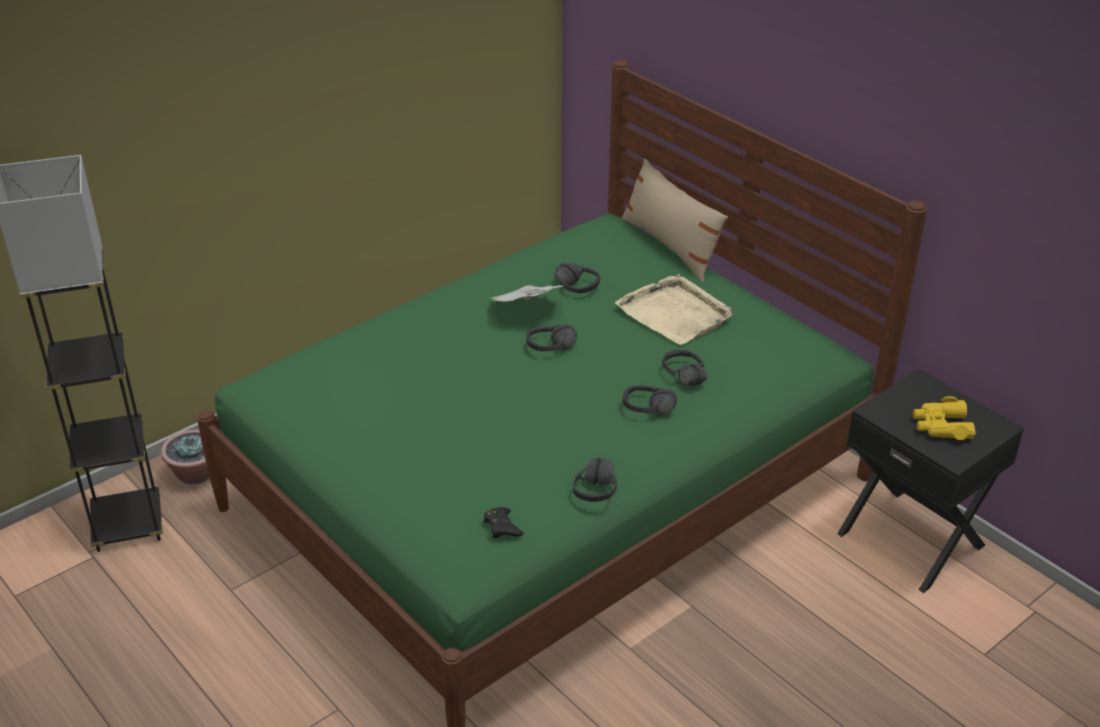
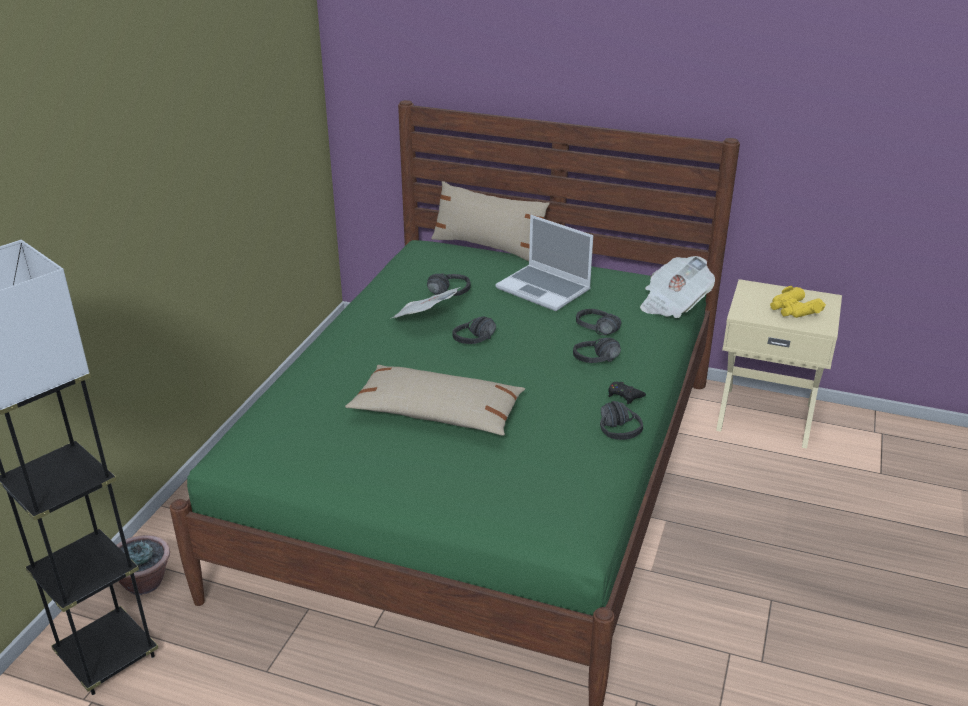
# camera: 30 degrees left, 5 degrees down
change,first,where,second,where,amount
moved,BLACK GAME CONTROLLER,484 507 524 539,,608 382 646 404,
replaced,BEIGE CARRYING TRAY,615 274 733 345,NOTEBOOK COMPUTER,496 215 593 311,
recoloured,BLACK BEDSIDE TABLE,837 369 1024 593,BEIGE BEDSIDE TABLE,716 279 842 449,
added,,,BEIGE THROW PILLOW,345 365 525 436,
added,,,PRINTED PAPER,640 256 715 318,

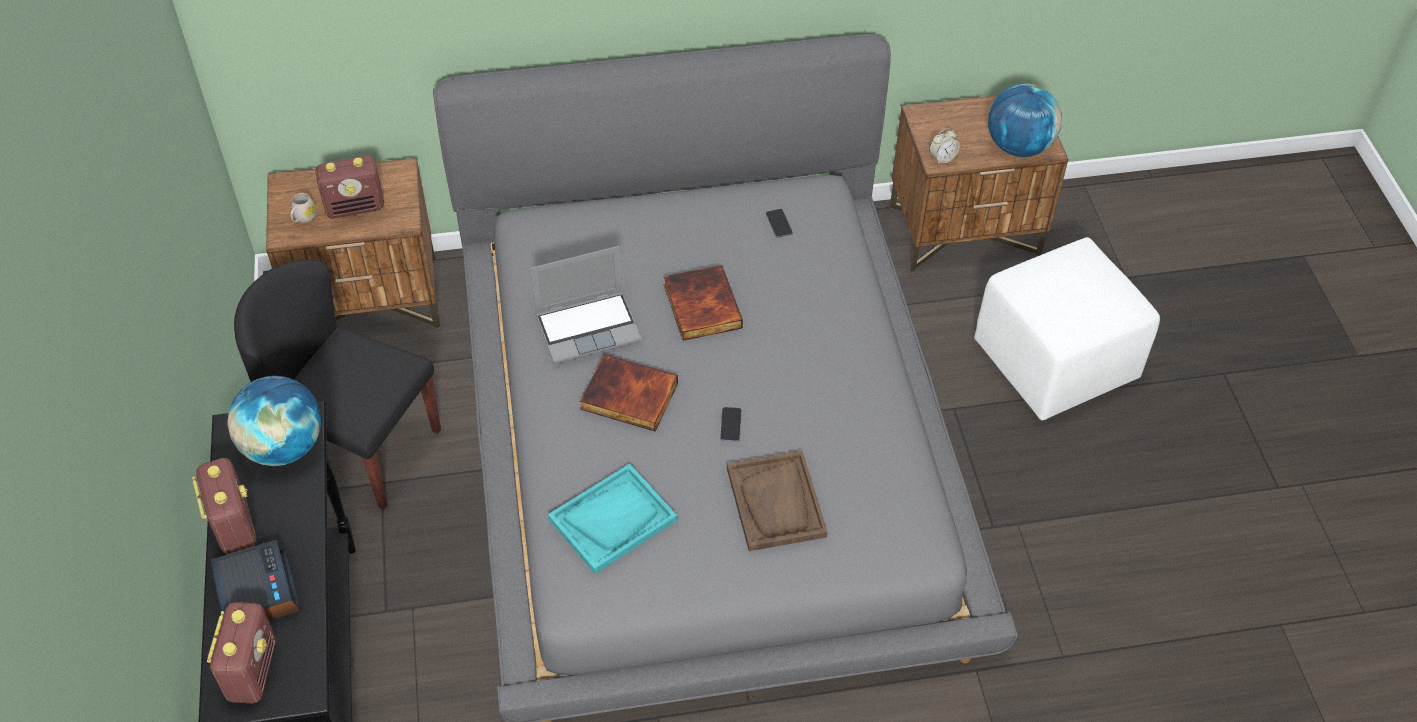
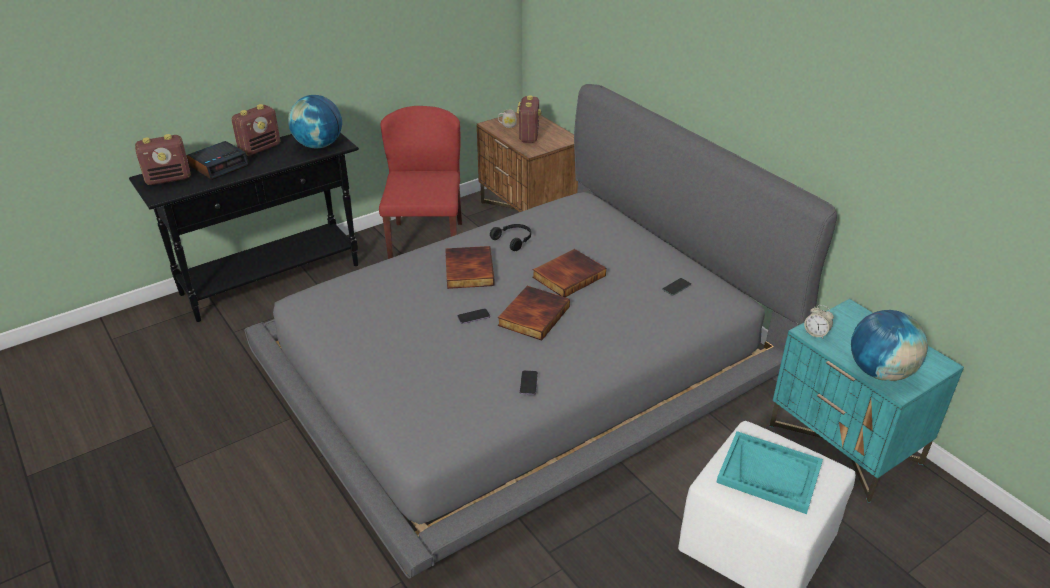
# camera: 65 degrees right, 15 degrees down
change,first,where,second,where,amount
recoloured,BLACK PLAIN CHAIR,234 260 441 510,RED-COLOURED PLAIN CHAIR,379 106 462 259,
turned,RADIO SET,316 156 384 219,,517 95 542 143,135 degrees counterclockwise
replaced,NOTEBOOK COMPUTER,530 246 642 364,BLACK PAIR OF HEADPHONES,490 224 531 251,
moved,TURQUOISE CARRYING TRAY,548 464 677 574,,716 431 823 514,
removed,BROWNISH CARRYING TRAY,727 450 828 551,,,
recoloured,BROWNISH BEDSIDE TABLE,890 95 1068 272,TURQUOISE BEDSIDE TABLE,769 299 964 502,
added,,,BOOK,498 286 570 341,
added,,,TELEPHONE,520 370 538 395,

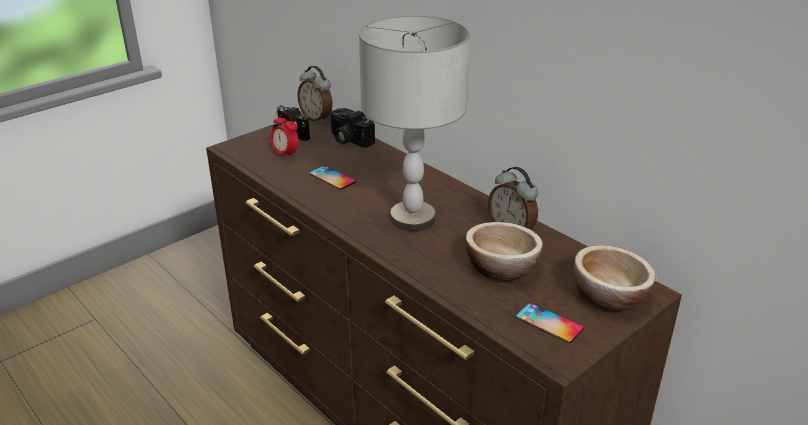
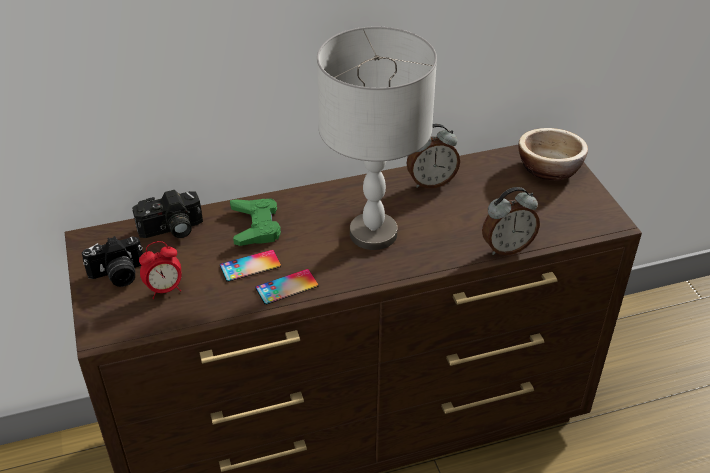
# camera: 65 degrees left, 10 degrees up
change,first,where,second,where,amount
moved,BEDSIDE CLOCK,297 66 333 124,,482 187 540 255,
removed,DEEP DISH,466 222 543 281,,,
moved,TELEPHONE,515 302 584 343,,255 269 318 305,
added,,,GREEN GAME CONTROLLER,230 198 281 246,

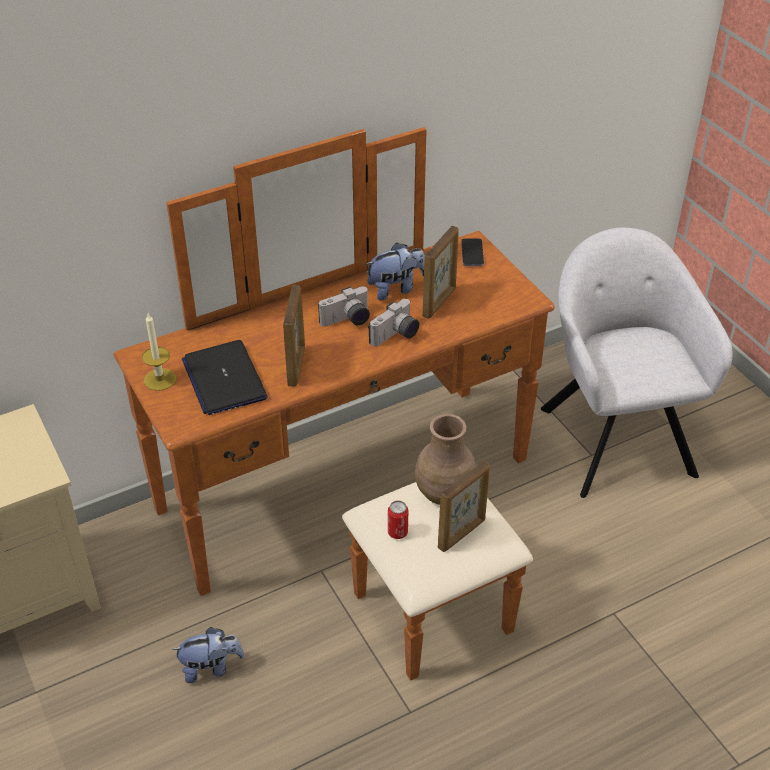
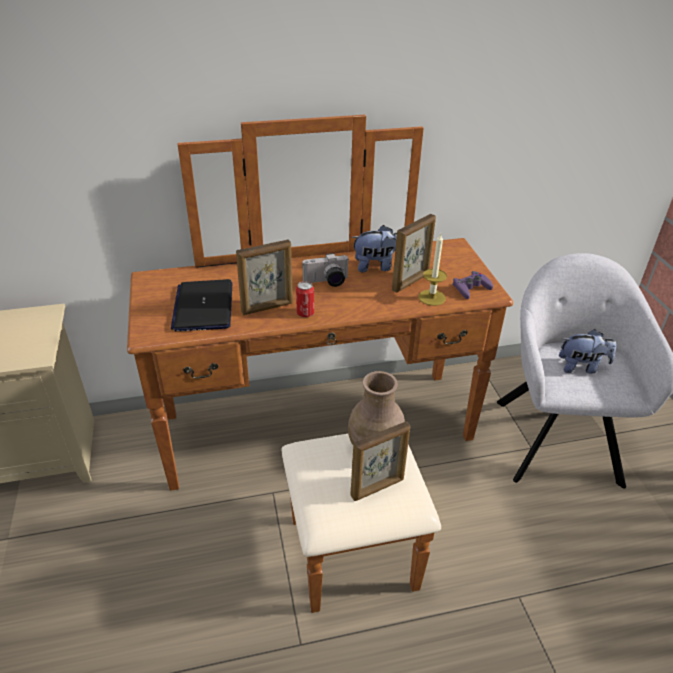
# camera: 15 degrees right, 5 degrees down
change,first,where,second,where,amount
moved,WAX CANDLE,142 314 176 391,,419 233 447 306,
moved,SOFT TOY,172 627 244 683,,559 329 616 374,
turned,PHOTO FRAME,283 285 305 387,,236 240 293 315,45 degrees clockwise
removed,PHOTO CAMERA,368 299 419 347,,,
moved,CAN,388 500 408 539,,296 281 314 317,
removed,TELEPHONE,461 238 484 266,,,
added,,,PURPLISH GAME CONTROLLER,453 271 493 299,

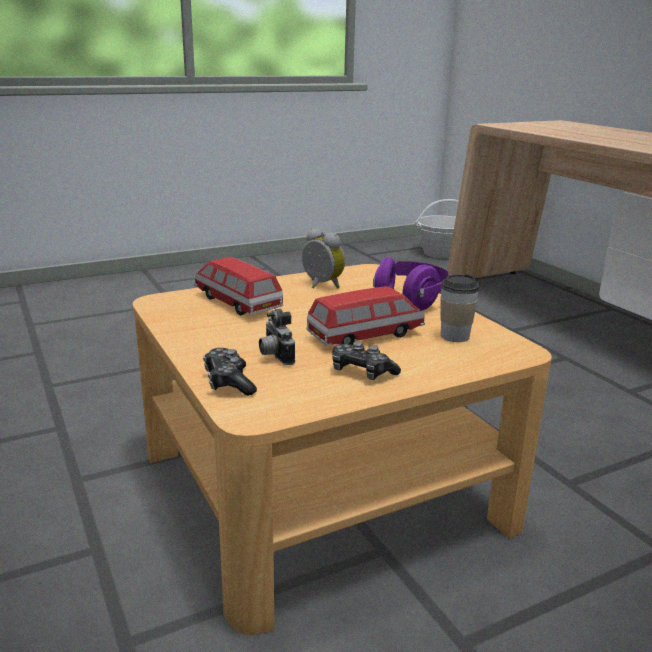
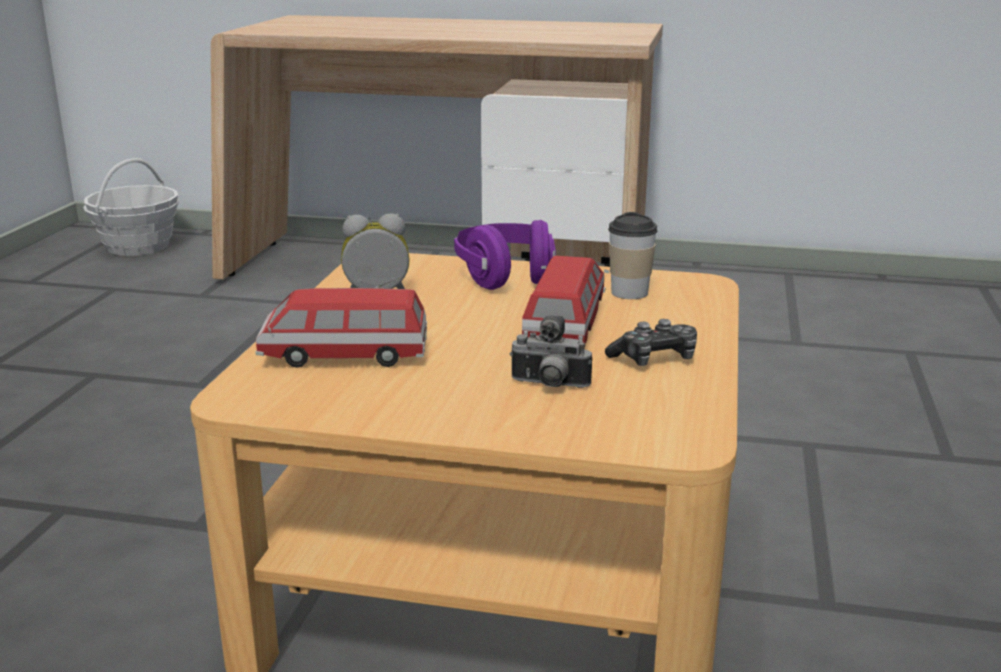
# camera: 50 degrees left, 0 degrees up
change,first,where,second,where,amount
removed,GAME CONTROLLER,203 348 257 396,,,

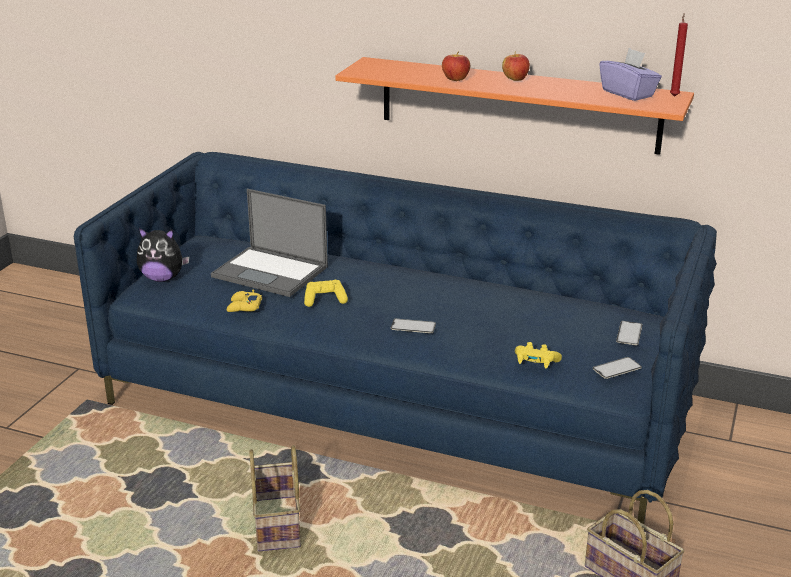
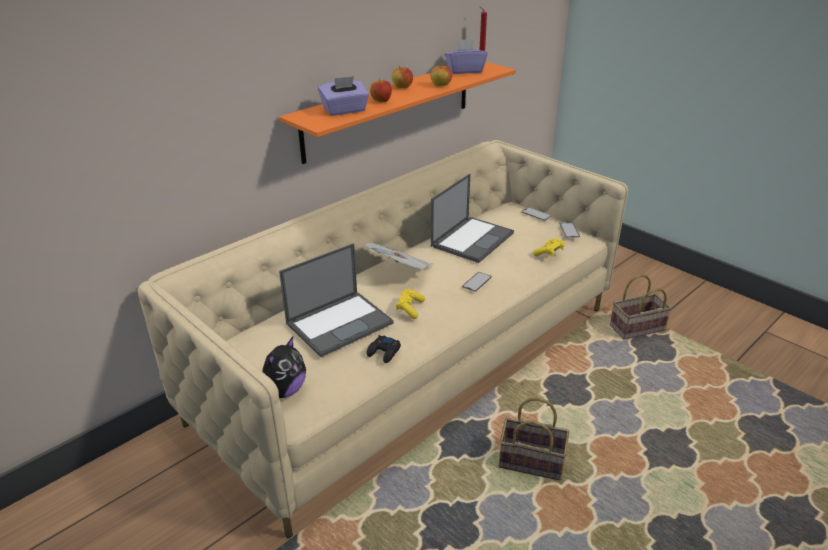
# camera: 65 degrees left, 5 degrees up
change,first,where,second,where,amount
recoloured,BLUE SETTEE,74 152 717 524,BEIGE SETTEE,137 140 628 539,
recoloured,YELLOWISH GAME CONTROLLER,227 289 262 312,BLACK GAME CONTROLLER,367 335 401 363,
added,,,PURPLISH TISSUE HOLDER,318 76 369 116,
added,,,PRINTED PAPER,364 242 434 270,
added,,,APPLE FRUIT,431 65 452 86,
added,,,NOTEBOOK COMPUTER,431 173 514 263,

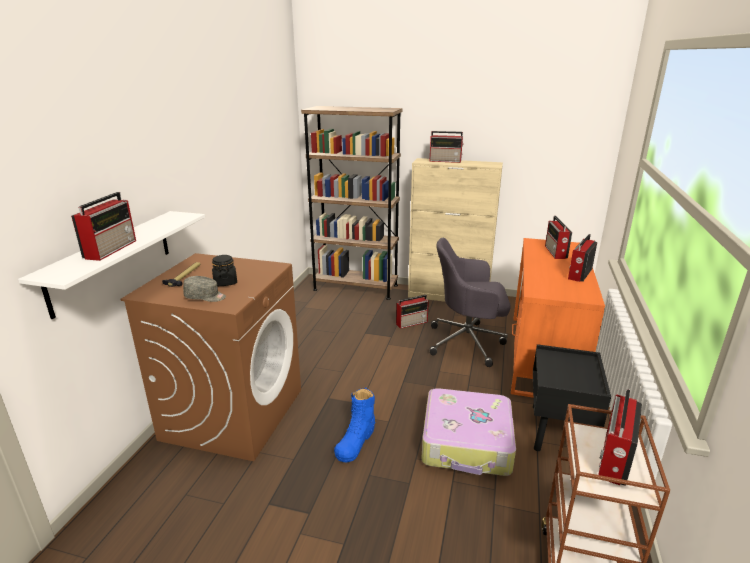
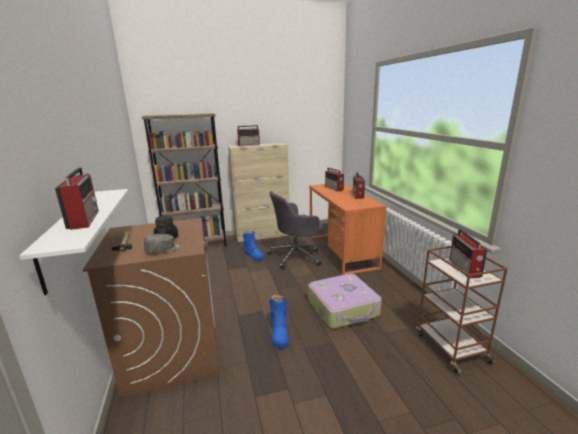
# camera: 30 degrees left, 5 degrees down
change,first,where,second,where,amount
replaced,RADIO SET,396 295 429 329,BLUE HIGH-TOP BOOT,243 231 264 261,
removed,BLACK BEDSIDE TABLE,533 344 611 451,,,

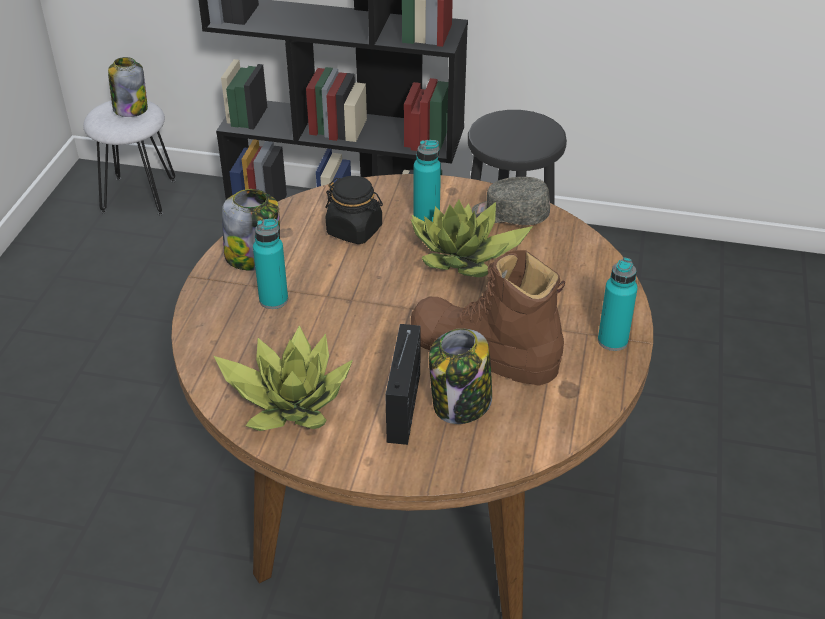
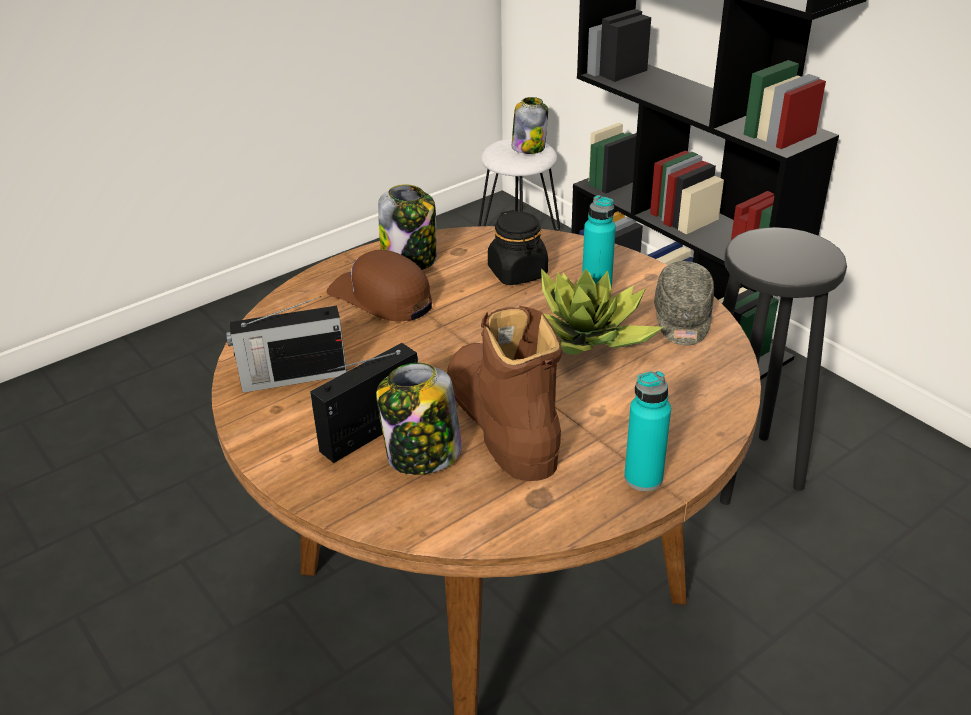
# camera: 40 degrees right, 5 degrees down
change,first,where,second,where,amount
replaced,HOUSEPLANT,214 325 353 431,RADIO SET,226 296 347 393,
replaced,TURQUOISE DRINK BOTTLE,253 219 288 309,BROWNISH BASEBALL CAP,327 250 432 322,
turned,GREYISH BASEBALL CAP,472 177 550 225,,654 261 714 345,135 degrees counterclockwise

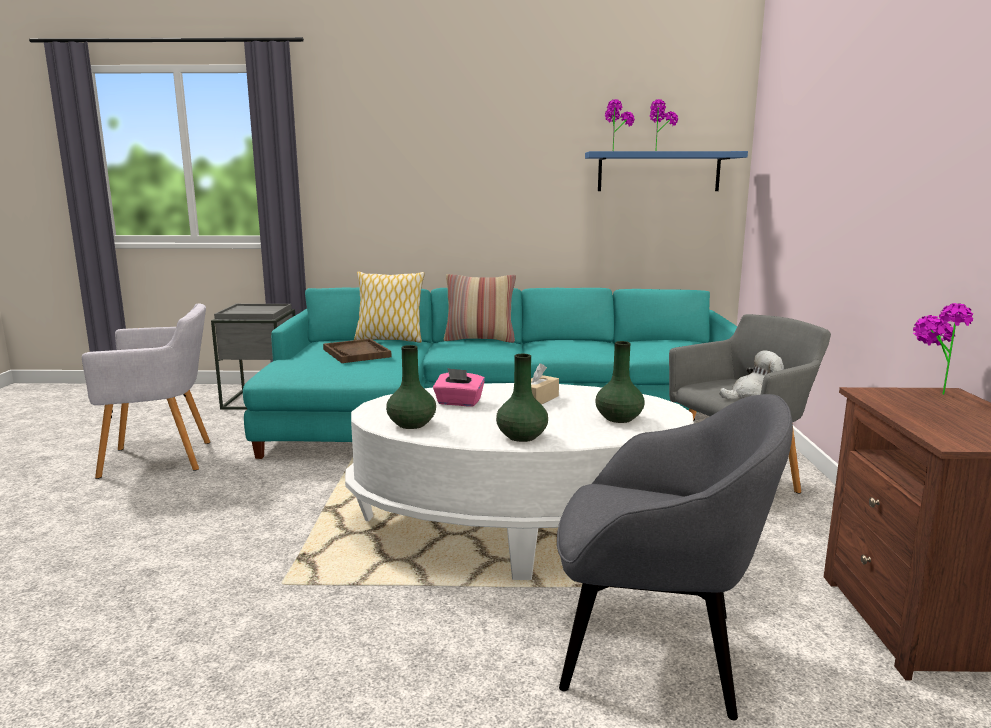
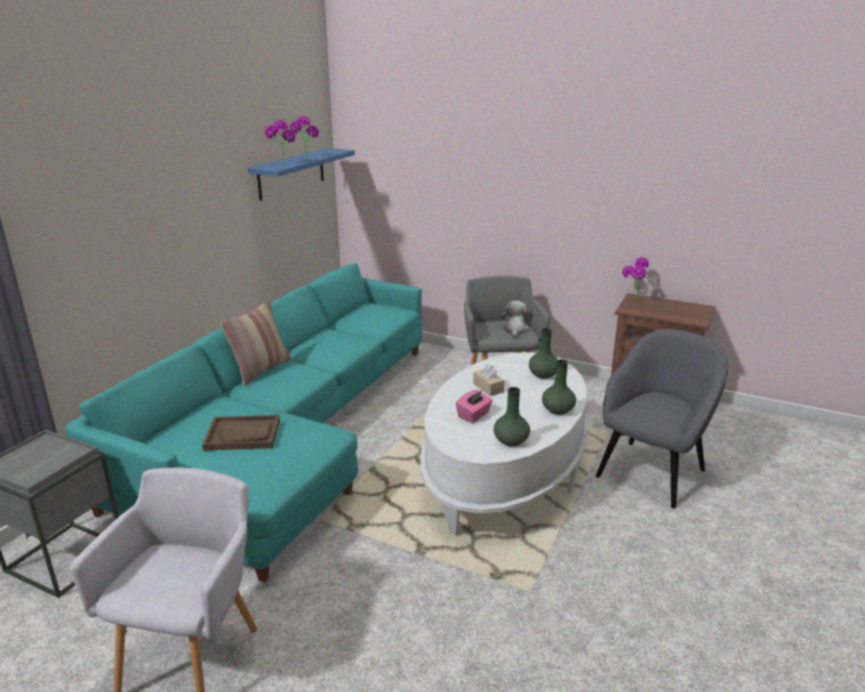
# camera: 65 degrees left, 10 degrees up
change,first,where,second,where,amount
removed,THROW PILLOW,354 272 425 343,,,

